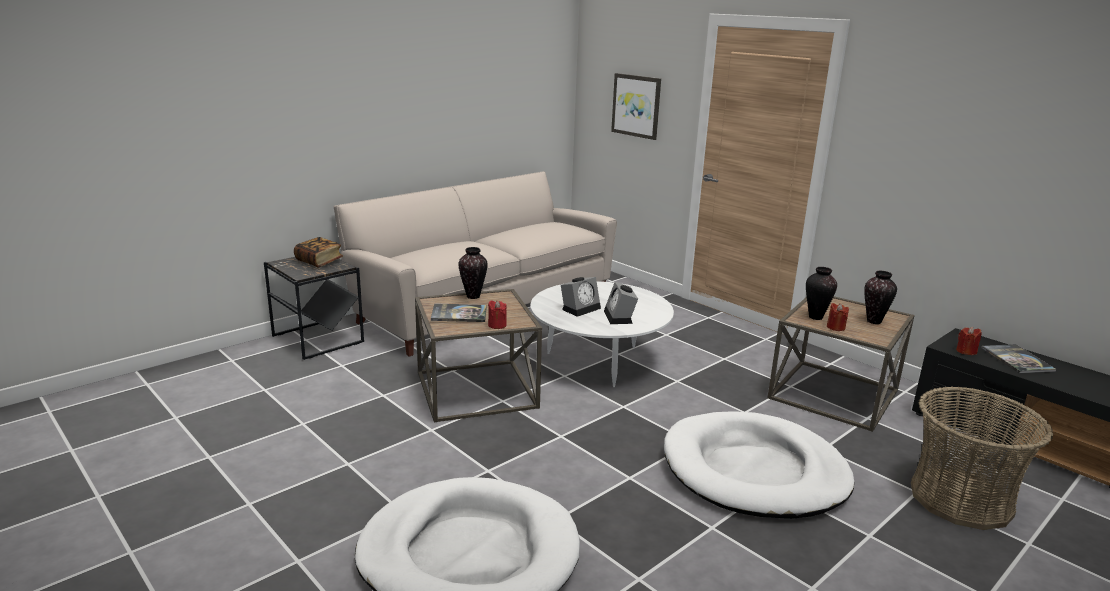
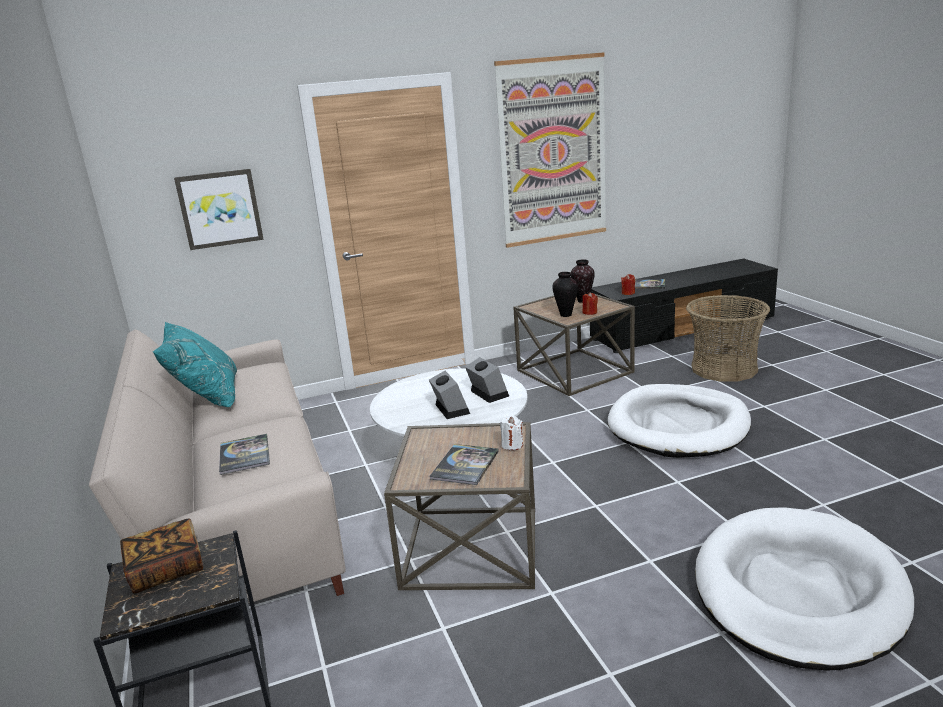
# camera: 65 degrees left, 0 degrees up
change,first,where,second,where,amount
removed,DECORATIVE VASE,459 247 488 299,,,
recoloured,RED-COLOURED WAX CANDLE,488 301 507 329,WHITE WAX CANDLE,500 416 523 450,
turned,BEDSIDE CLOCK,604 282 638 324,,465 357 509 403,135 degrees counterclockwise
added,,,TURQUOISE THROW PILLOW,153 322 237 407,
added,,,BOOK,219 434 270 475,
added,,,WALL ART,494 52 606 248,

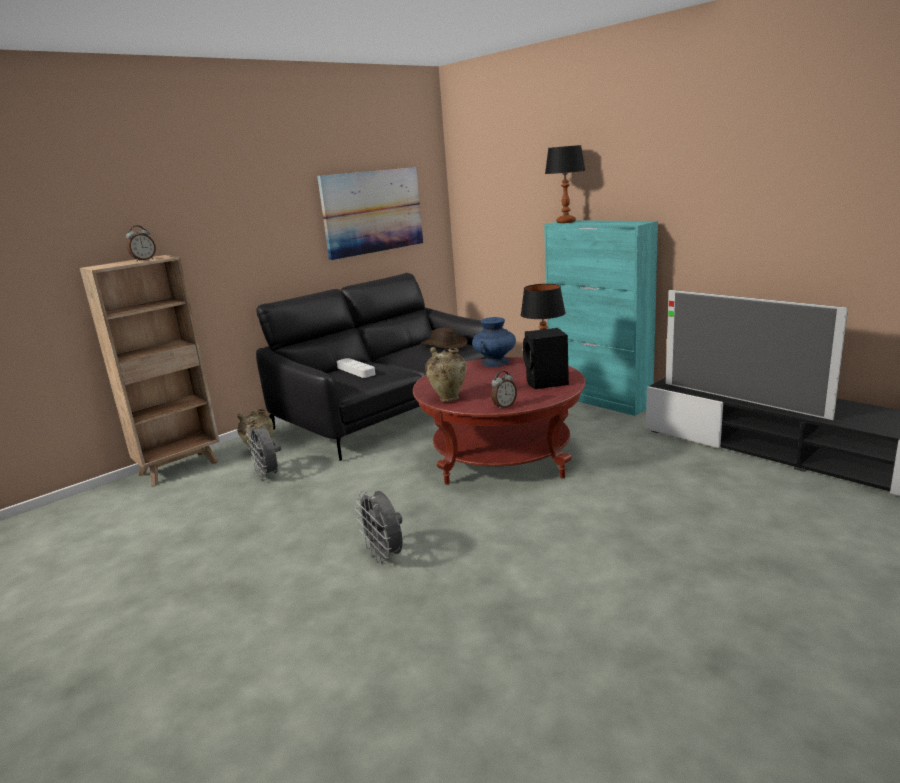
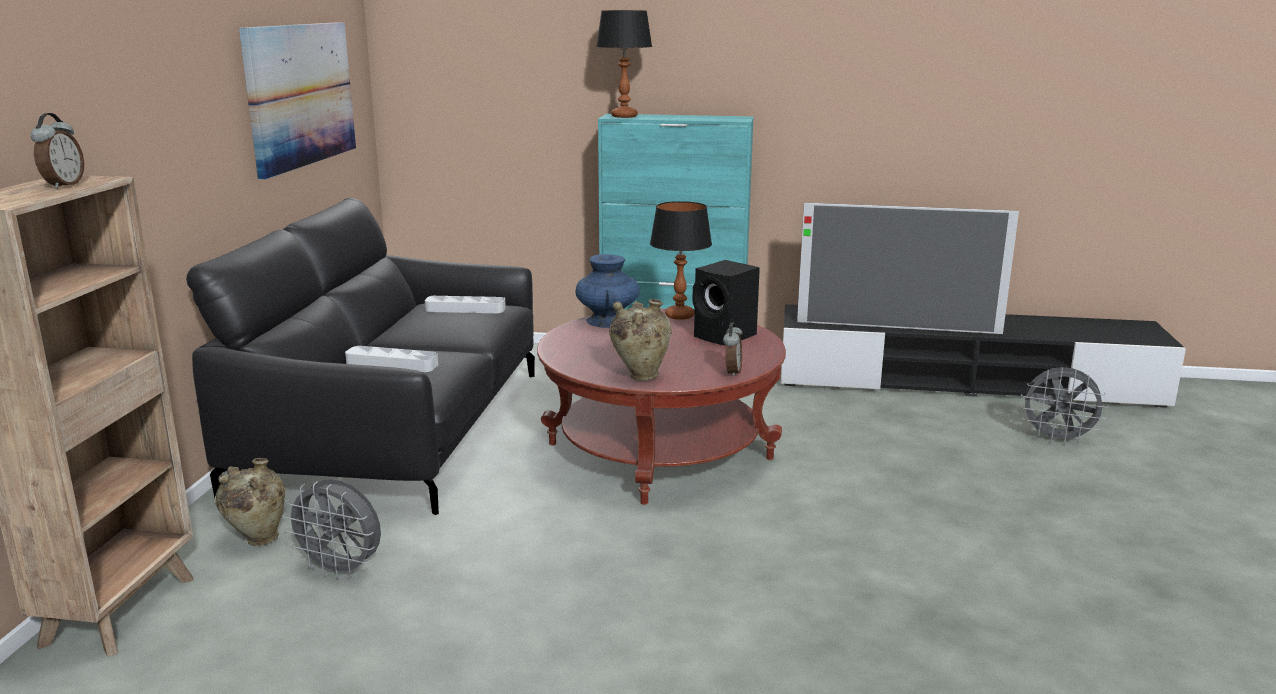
# camera: 40 degrees left, 0 degrees up
change,first,where,second,where,amount
moved,GREYISH COOLING FAN,355 491 403 564,,1019 367 1108 445,
replaced,BROWNISH HAT,421 327 467 349,GREYISH CARRYING TRAY,425 296 506 313,

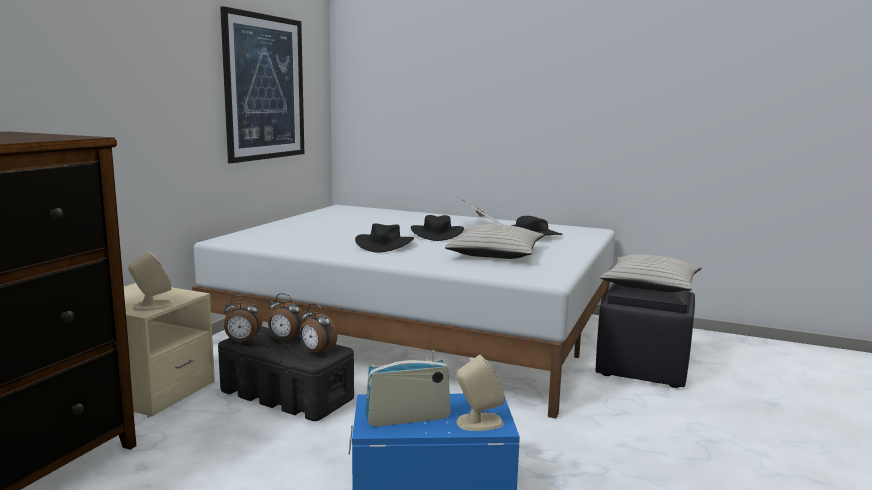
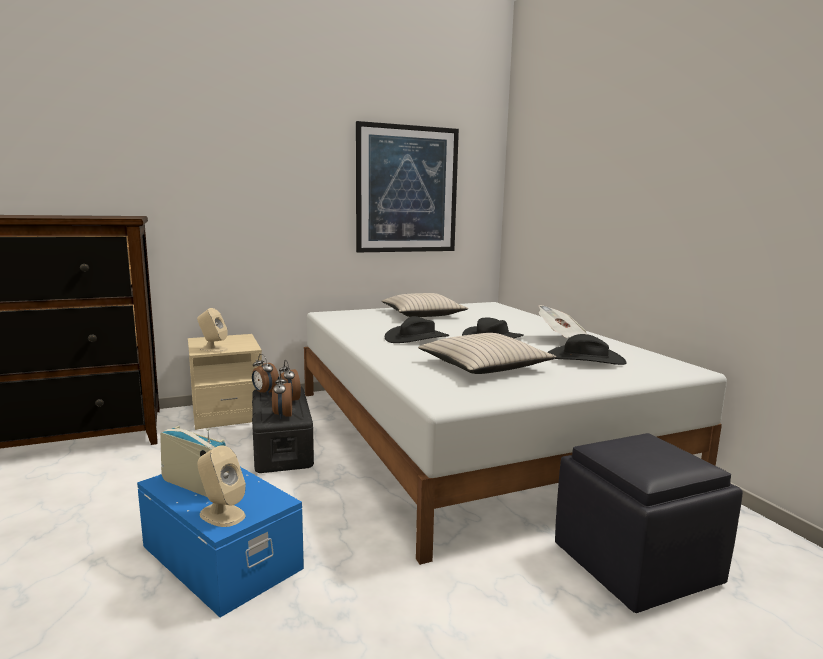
# camera: 45 degrees right, 0 degrees up
change,first,where,second,where,amount
moved,BEIGE THROW PILLOW,600 254 702 292,,382 293 468 317,

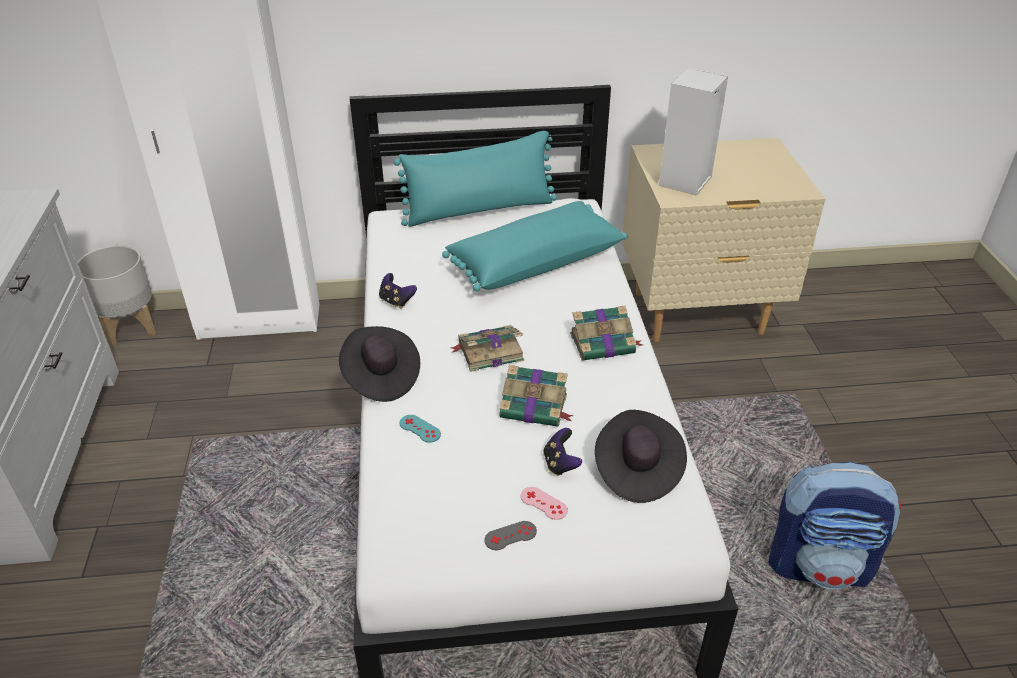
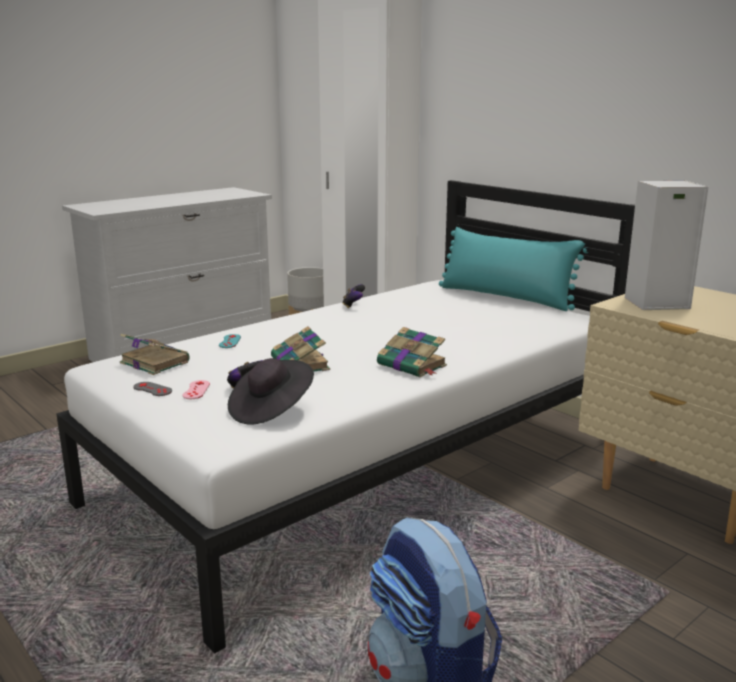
# camera: 55 degrees right, 20 degrees down
change,first,where,second,where,amount
removed,BLACK HAT,339 326 420 402,,,
removed,TURQUOISE THROW PILLOW,442 201 627 291,,,
moved,BOOK,451 325 524 372,,120 334 190 375,

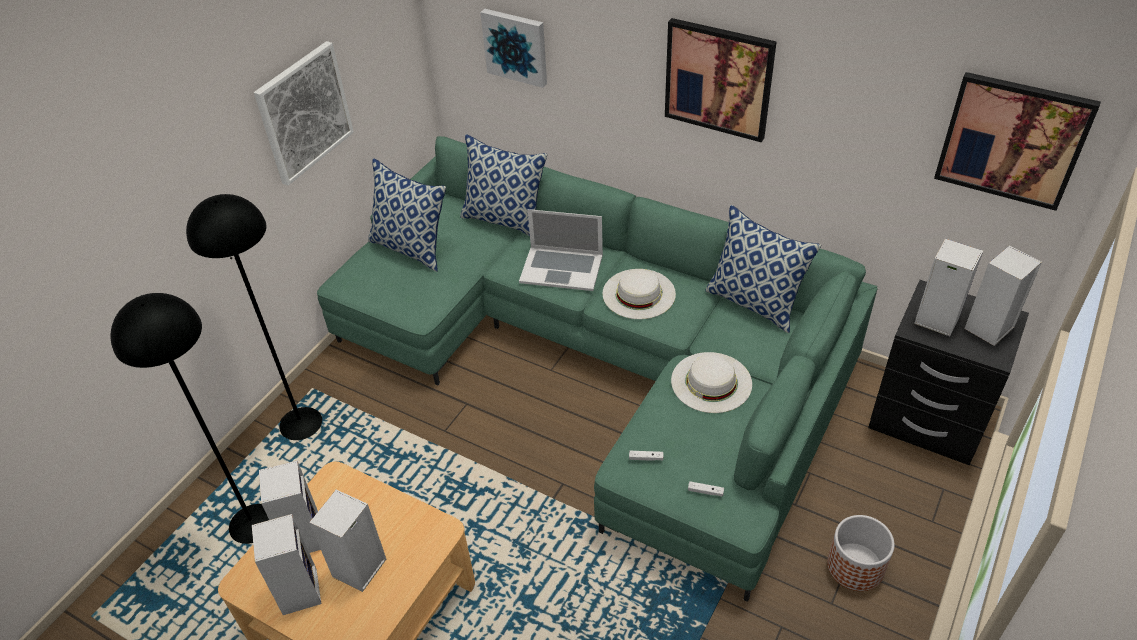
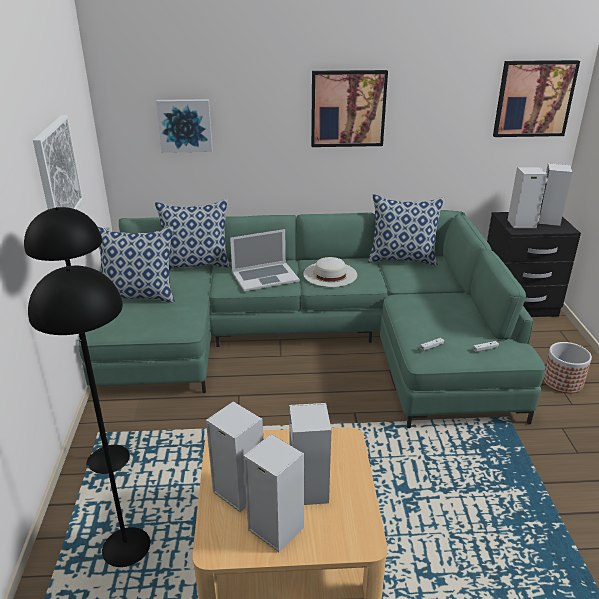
# camera: 35 degrees left, 15 degrees down
change,first,where,second,where,amount
removed,WHITE HAT,671 352 752 413,,,

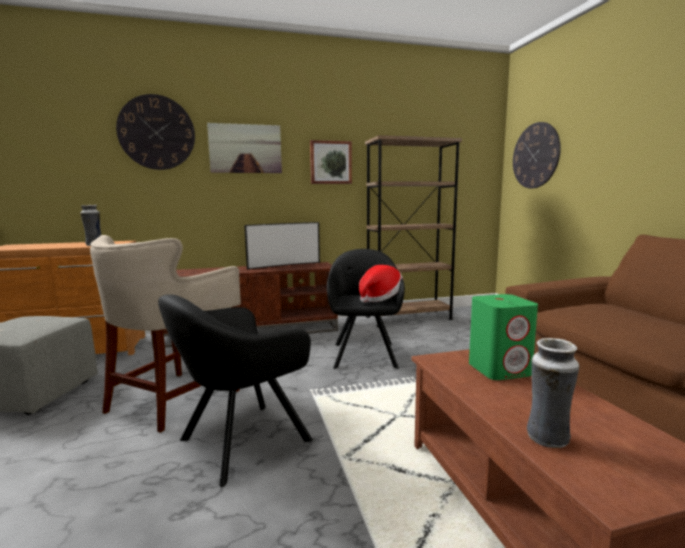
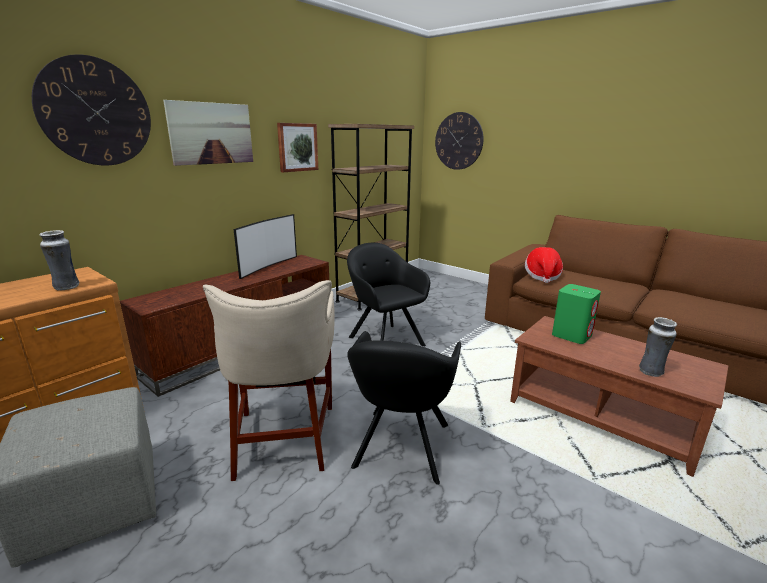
# camera: 35 degrees left, 10 degrees up
change,first,where,second,where,amount
moved,HAT,359 265 403 302,,525 247 563 283,

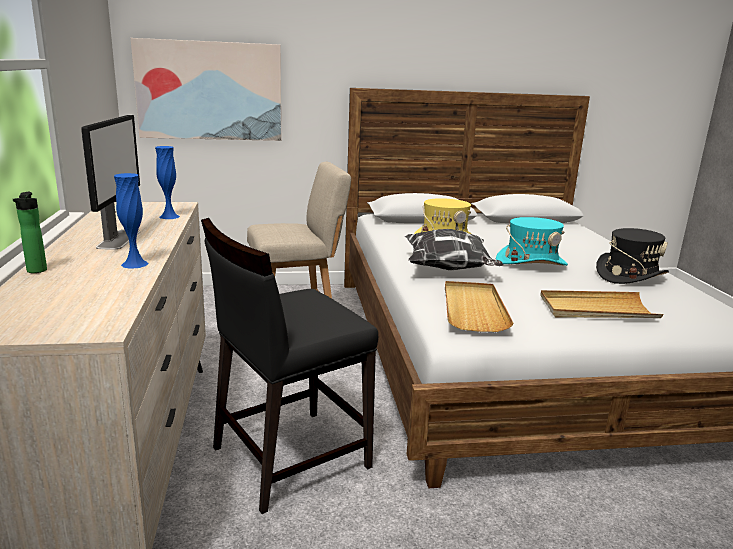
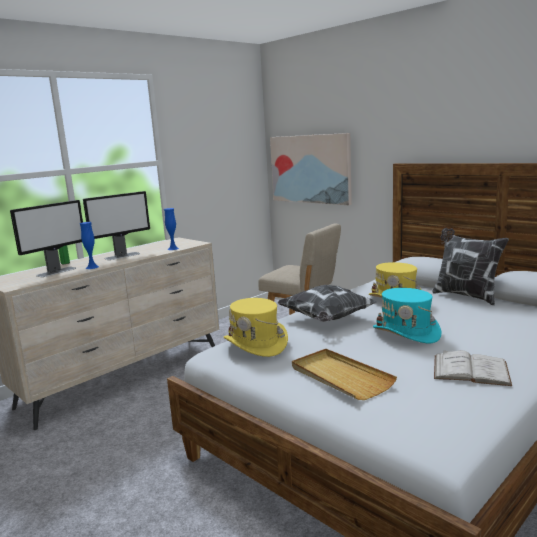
# camera: 55 degrees right, 5 degrees down
change,first,where,second,where,amount
removed,BLACK PLAIN CHAIR,201 218 378 514,,,
replaced,BEIGE CARRYING TRAY,445 281 514 332,YELLOWISH HAT,224 298 288 357,
replaced,BLACK HAT,596 228 669 284,WHITE BOOK,434 350 512 386,
added,,,MONITOR,10 200 83 277,
added,,,THROW PILLOW,432 228 509 305,

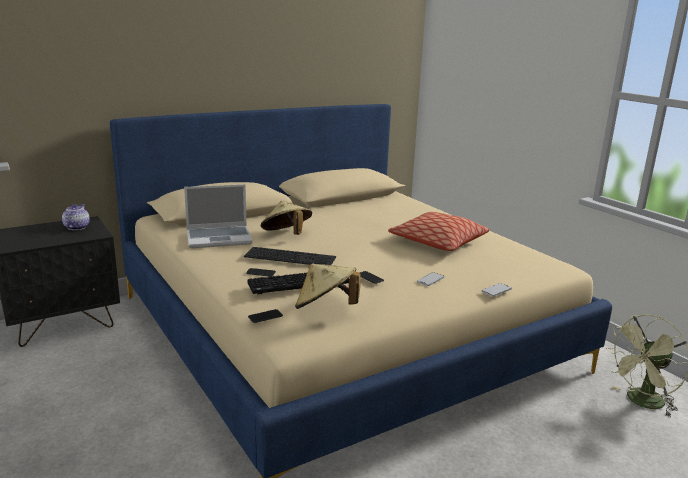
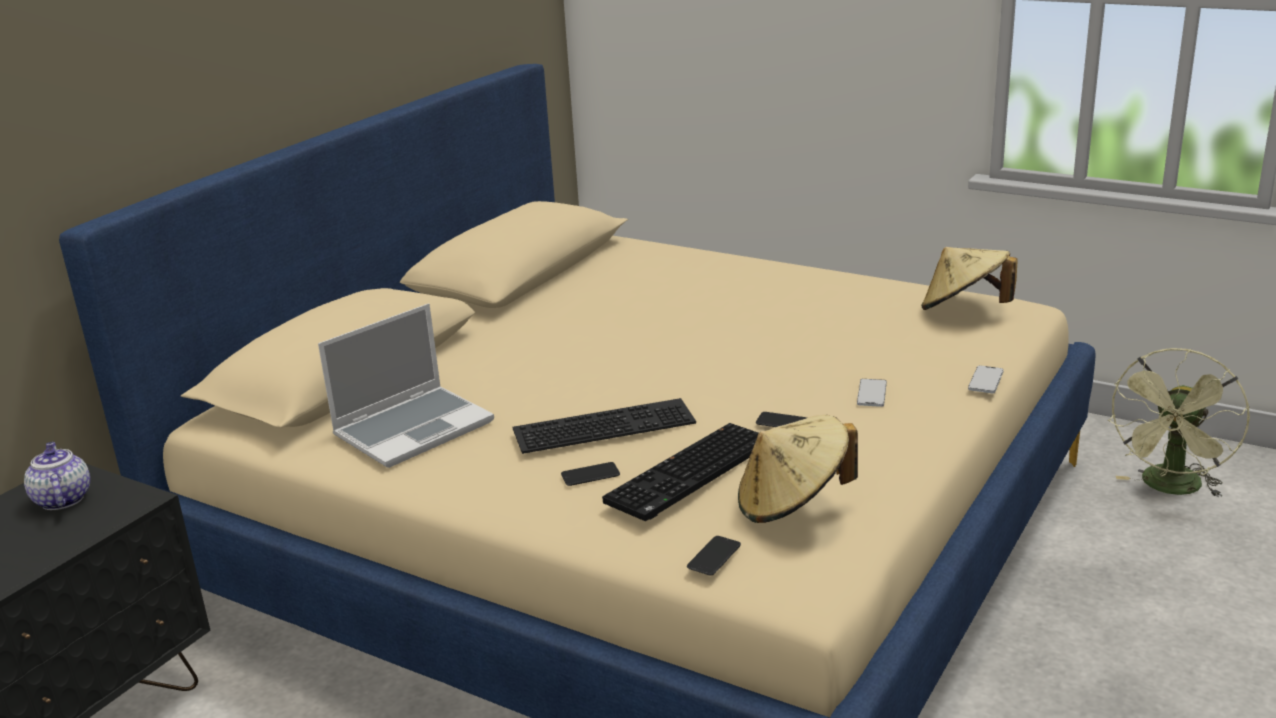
# camera: 25 degrees left, 5 degrees up
change,first,where,second,where,amount
moved,BEIGE HAT,261 200 312 235,,921 247 1018 310,
removed,THROW PILLOW,388 212 490 251,,,

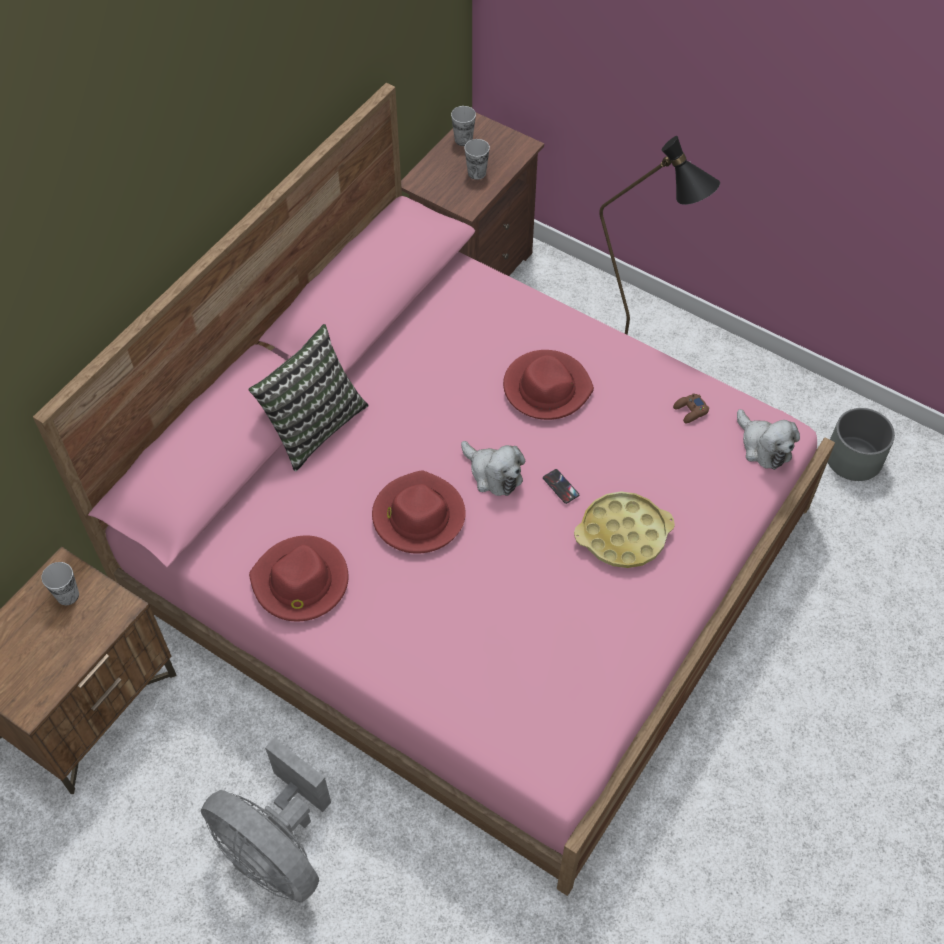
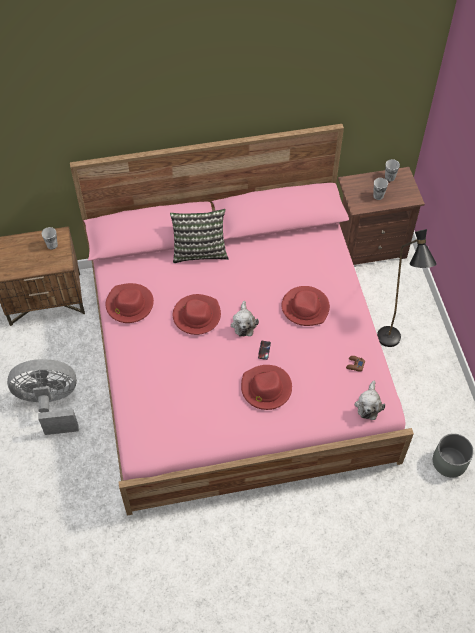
# camera: 45 degrees right, 0 degrees up
change,first,where,second,where,amount
turned,GREYISH COOLING FAN,201 738 331 902,,7 359 79 435,90 degrees clockwise
replaced,YELLOWISH CARRYING TRAY,574 492 675 568,RED-COLOURED HAT,241 365 292 410,

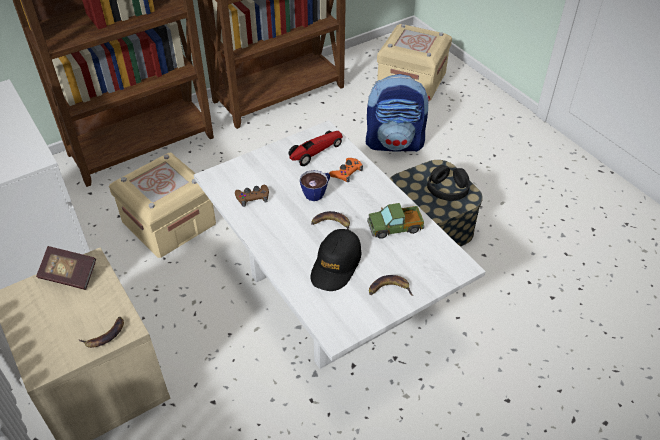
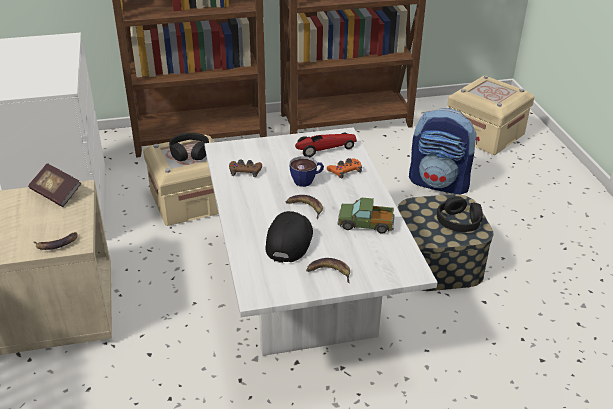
# camera: 20 degrees right, 10 degrees down
change,first,where,second,where,amount
turned,BLACK BASEBALL CAP,311 229 361 291,,265 211 313 263,150 degrees clockwise
added,,,BLACK PAIR OF HEADPHONES,169 133 209 161,

